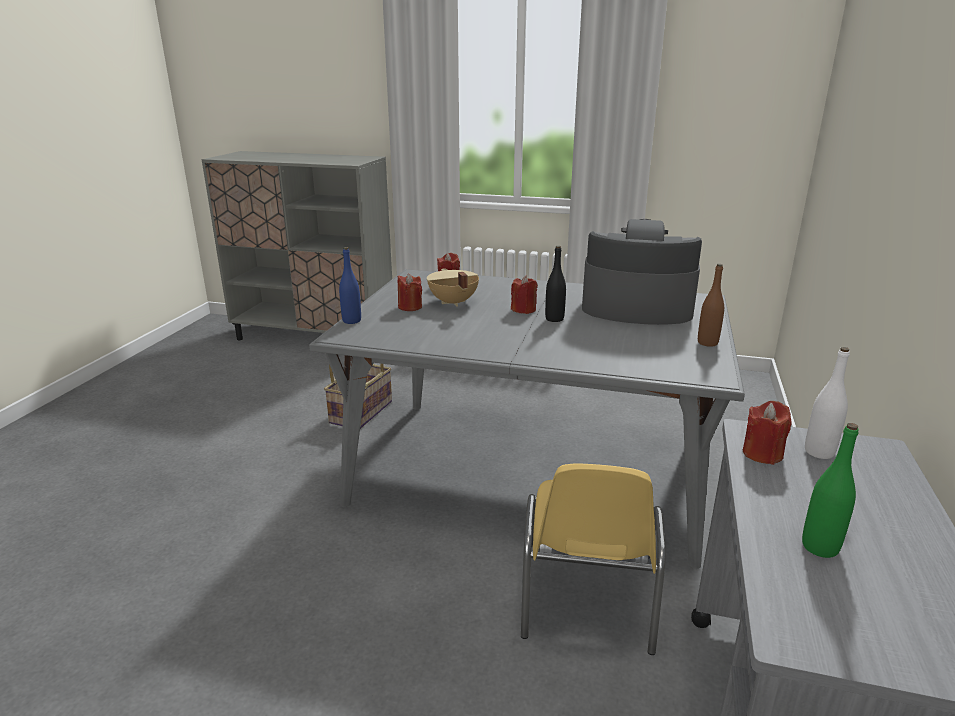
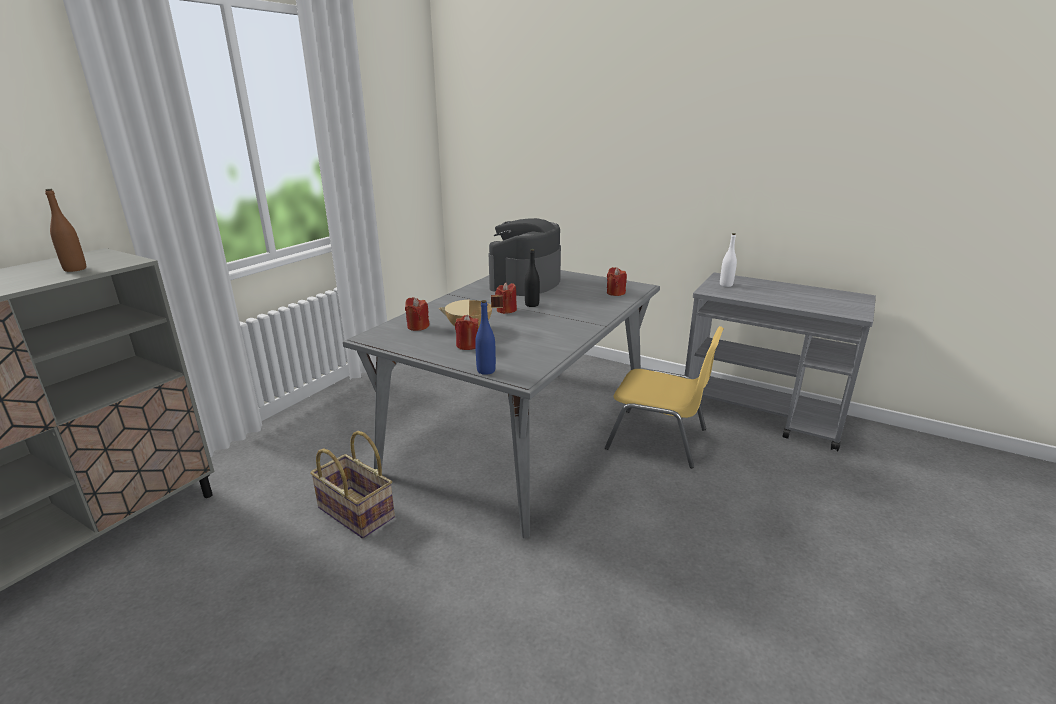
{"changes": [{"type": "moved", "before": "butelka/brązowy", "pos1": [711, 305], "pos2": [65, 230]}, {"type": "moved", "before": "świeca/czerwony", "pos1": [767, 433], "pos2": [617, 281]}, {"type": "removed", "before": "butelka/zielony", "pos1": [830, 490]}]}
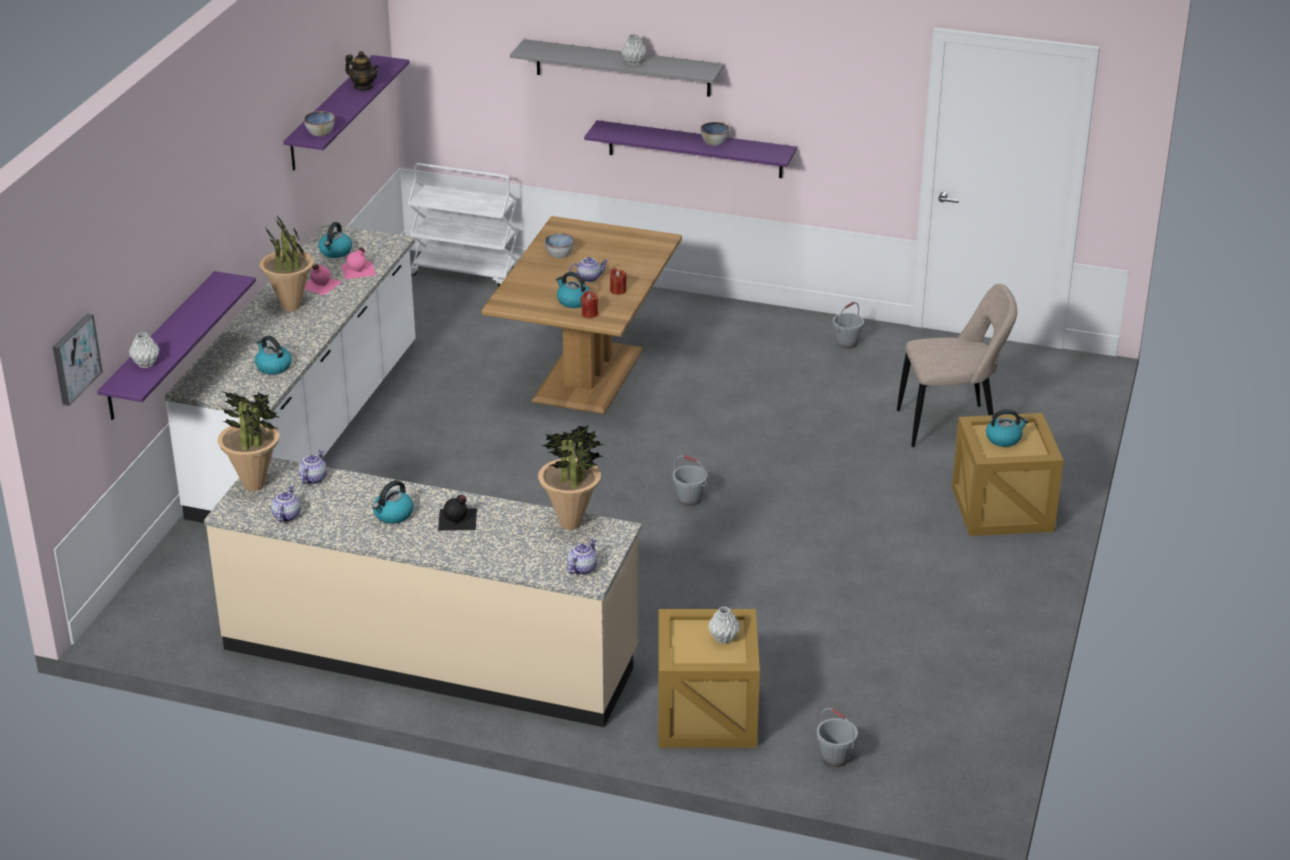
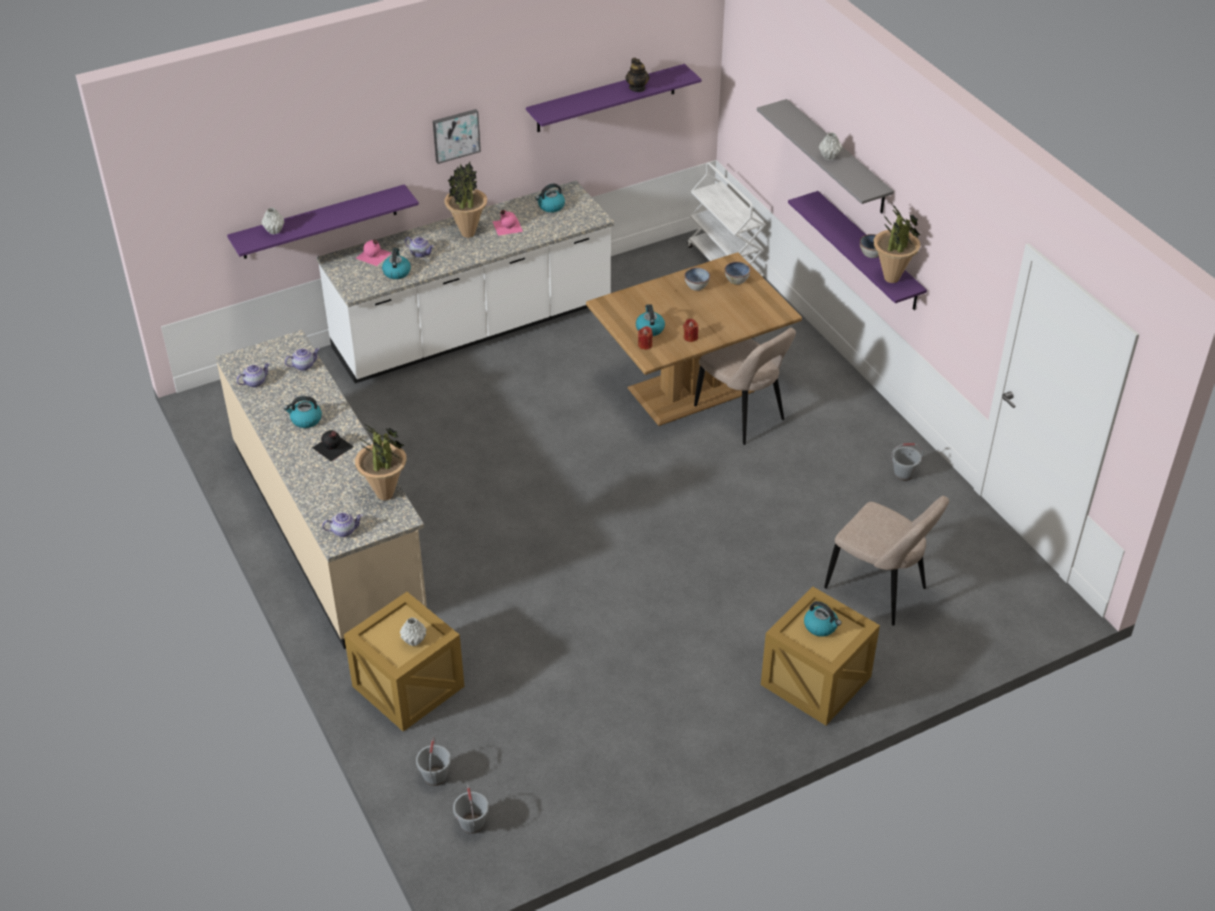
{"changes": [{"type": "moved", "before": "butelka/różowy", "pos1": [358, 263], "pos2": [373, 252]}, {"type": "moved", "before": "imbryk", "pos1": [589, 269], "pos2": [419, 247]}, {"type": "moved", "before": "obraz", "pos1": [78, 359], "pos2": [457, 136]}, {"type": "moved", "before": "wiadro/szary", "pos1": [690, 480], "pos2": [471, 809]}, {"type": "added", "after": "krzesło/beżowy", "pos2": [745, 386]}, {"type": "moved", "before": "miska", "pos1": [319, 123], "pos2": [737, 273]}, {"type": "moved", "before": "roślina doniczkowa", "pos1": [249, 441], "pos2": [897, 244]}]}
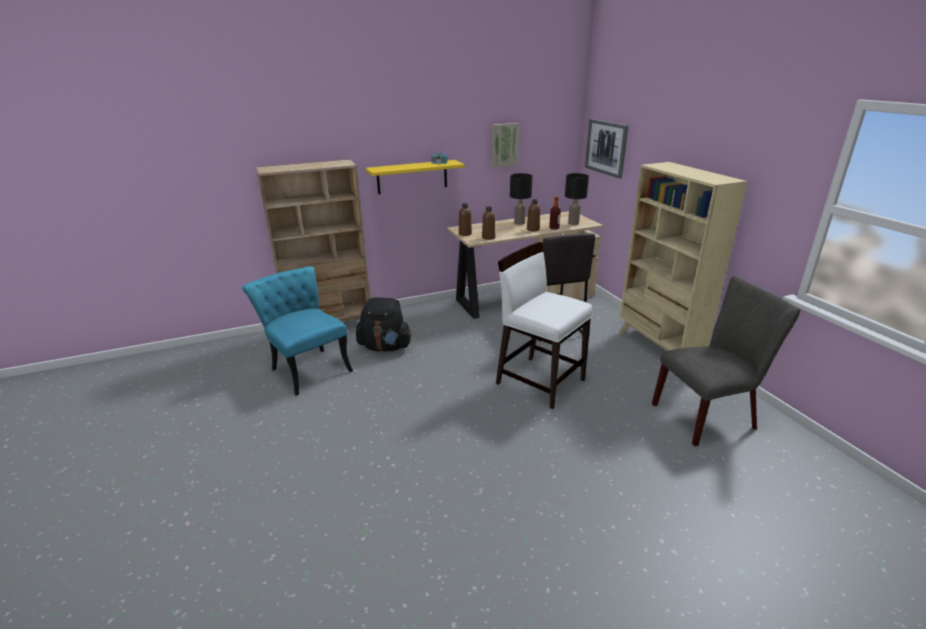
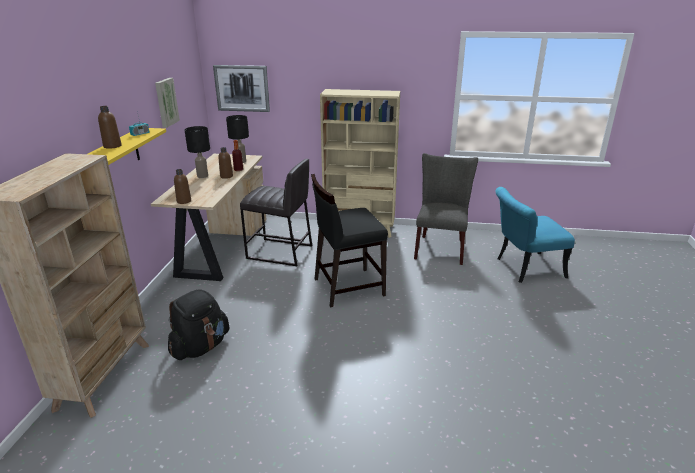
{"changes": [{"type": "moved", "before": "butelka/brązowy", "pos1": [488, 223], "pos2": [110, 127]}, {"type": "recoloured", "before": "krzesło/biały", "after": "krzesło/czarny", "pos1": [544, 325], "pos2": [349, 240]}, {"type": "moved", "before": "krzesło/turkusowy", "pos1": [297, 331], "pos2": [535, 235]}]}
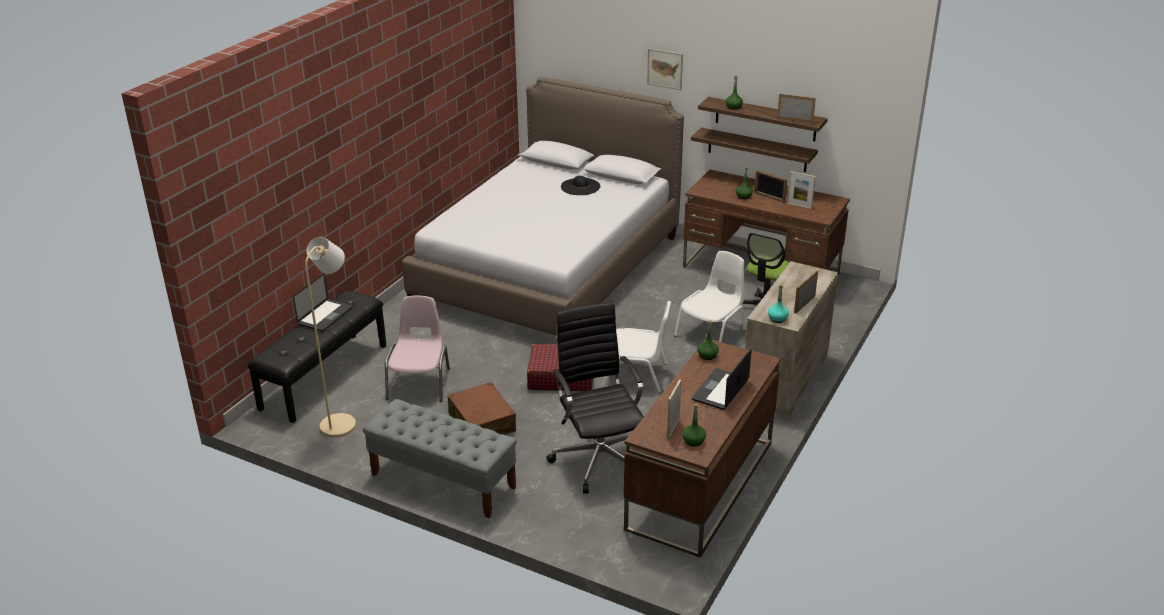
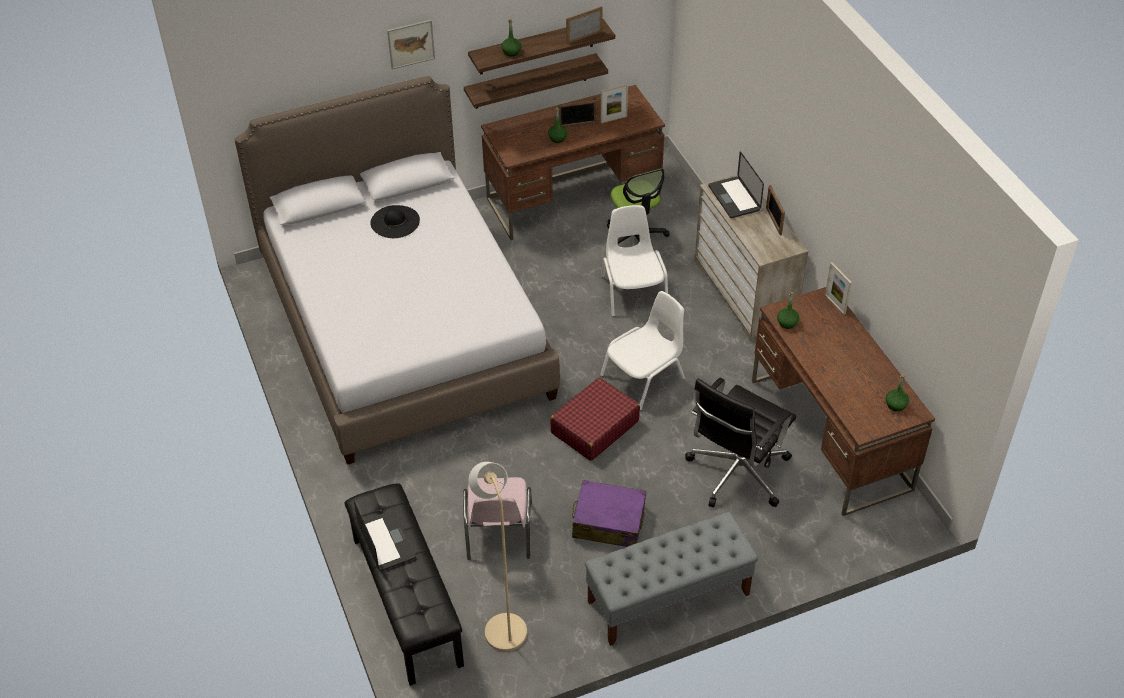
{"changes": [{"type": "turned", "before": "krzesło/różowy", "pos1": [417, 349], "pos2": [497, 518], "turn": -135}, {"type": "recoloured", "before": "walizka/brązowy", "after": "walizka/fioletowy", "pos1": [482, 408], "pos2": [609, 513]}, {"type": "turned", "before": "krzesło biurowe/czarny", "pos1": [595, 398], "pos2": [740, 442], "turn": -75}, {"type": "moved", "before": "laptop", "pos1": [722, 379], "pos2": [736, 184]}, {"type": "moved", "before": "ramka na zdjęcie", "pos1": [674, 409], "pos2": [838, 288]}, {"type": "removed", "before": "butelka/turkusowy", "pos1": [778, 303]}]}
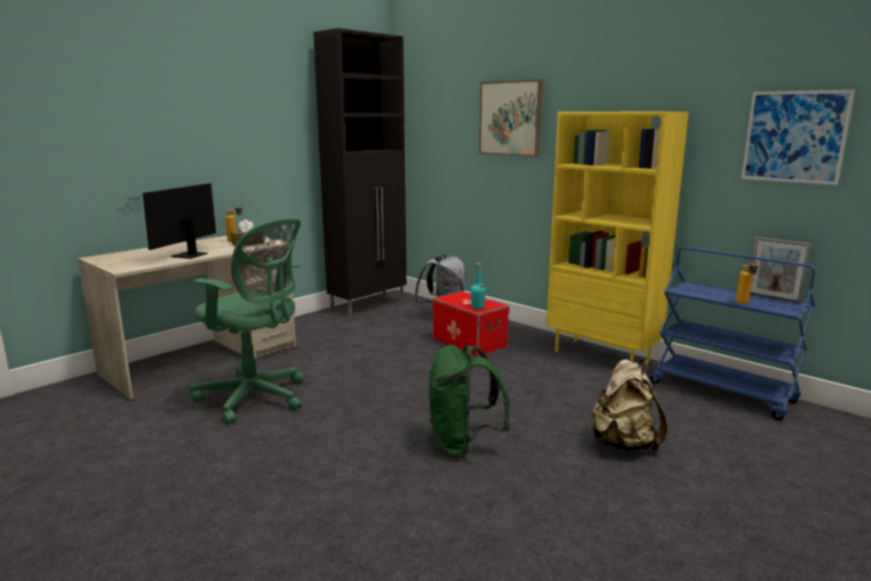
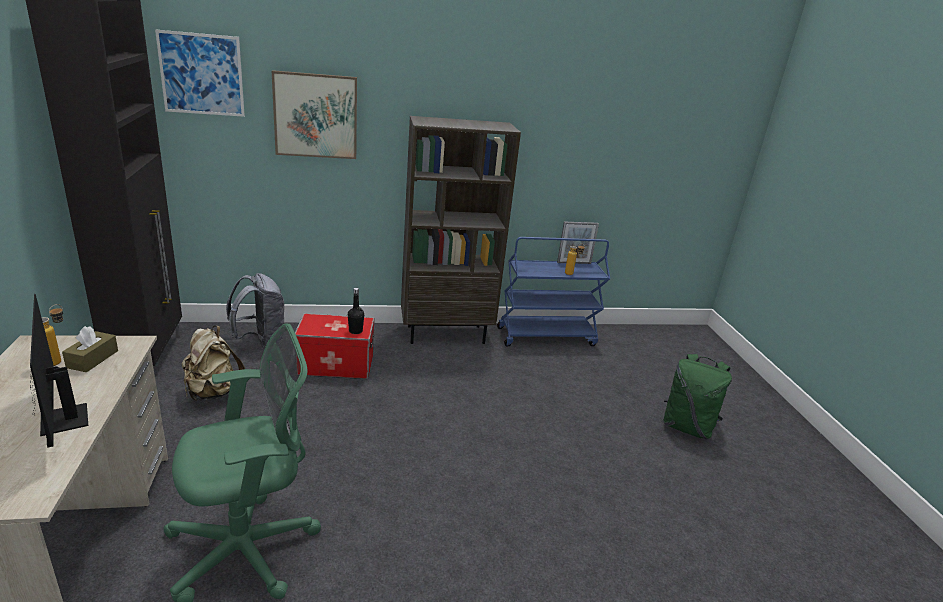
{"changes": [{"type": "moved", "before": "obraz", "pos1": [798, 137], "pos2": [200, 73]}, {"type": "moved", "before": "plecak/beżowy", "pos1": [628, 405], "pos2": [213, 363]}, {"type": "recoloured", "before": "butelka/turkusowy", "after": "butelka/czarny", "pos1": [478, 286], "pos2": [356, 311]}, {"type": "recoloured", "before": "regał/żółty", "after": "regał/brązowy", "pos1": [617, 236], "pos2": [461, 230]}, {"type": "moved", "before": "plecak/zielony", "pos1": [470, 401], "pos2": [697, 396]}]}
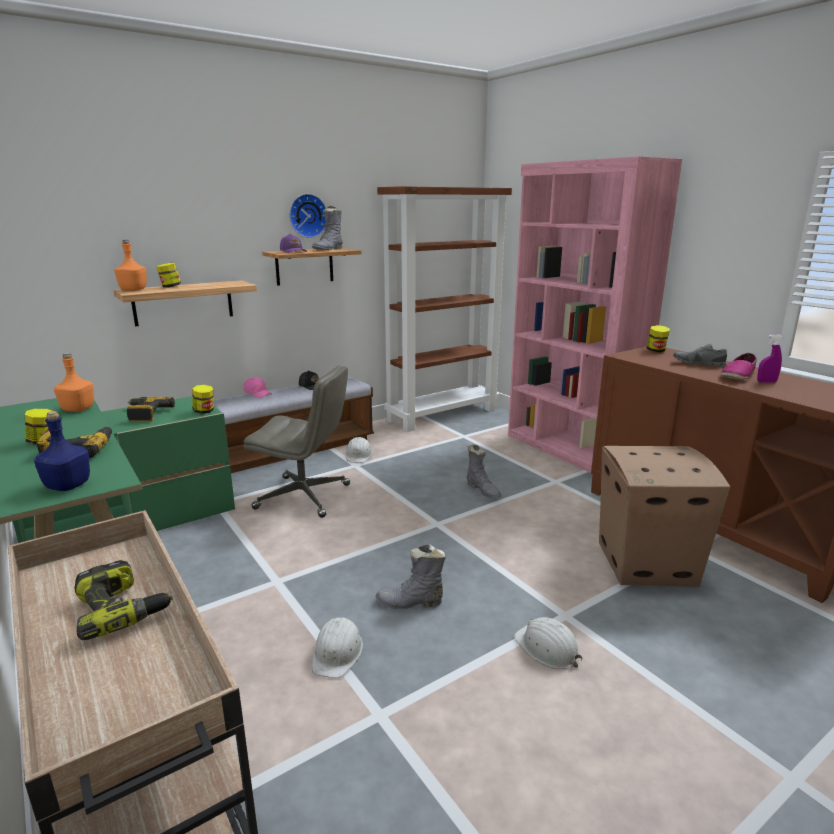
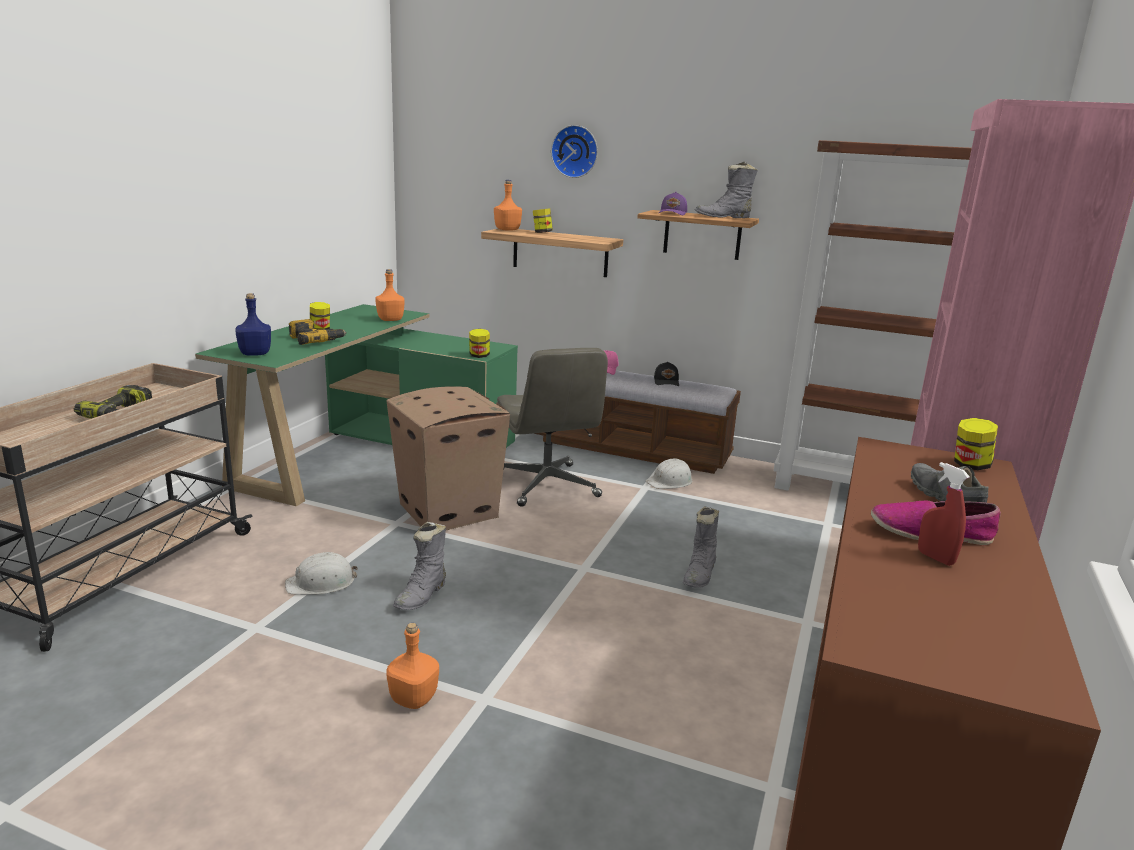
{"changes": [{"type": "moved", "before": "karton", "pos1": [664, 516], "pos2": [448, 458]}, {"type": "replaced", "before": "kask/biały", "after": "butelka/pomarańczowy", "pos1": [548, 643], "pos2": [412, 666]}, {"type": "turned", "before": "but z cholewką/szary", "pos1": [410, 576], "pos2": [419, 566], "turn": -120}, {"type": "moved", "before": "zegar ścienny", "pos1": [307, 216], "pos2": [574, 151]}, {"type": "recoloured", "before": "spryskiwacz/fioletowy", "after": "spryskiwacz/czerwony", "pos1": [770, 359], "pos2": [944, 514]}, {"type": "removed", "before": "wiertarka", "pos1": [151, 409]}]}
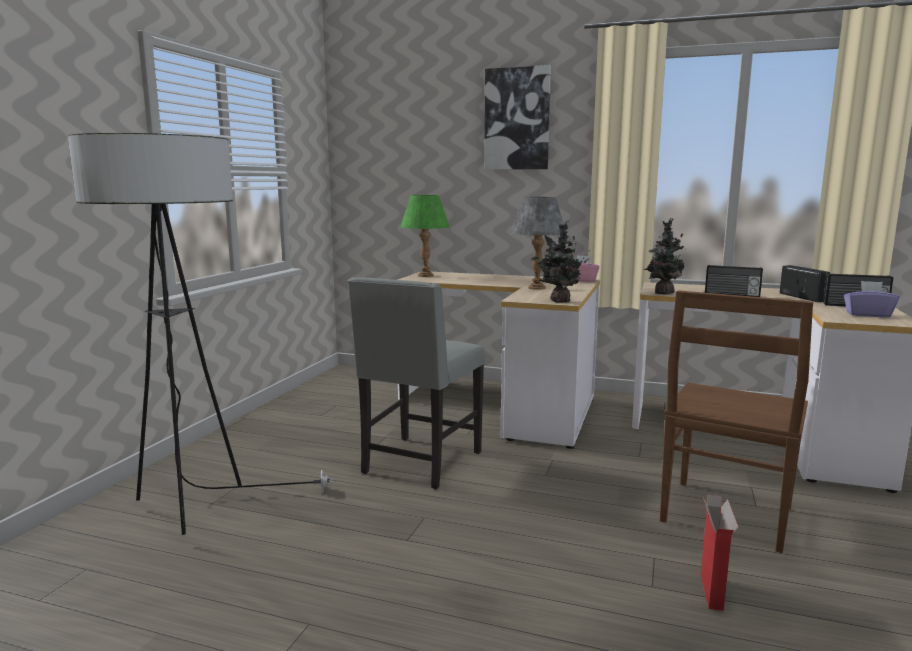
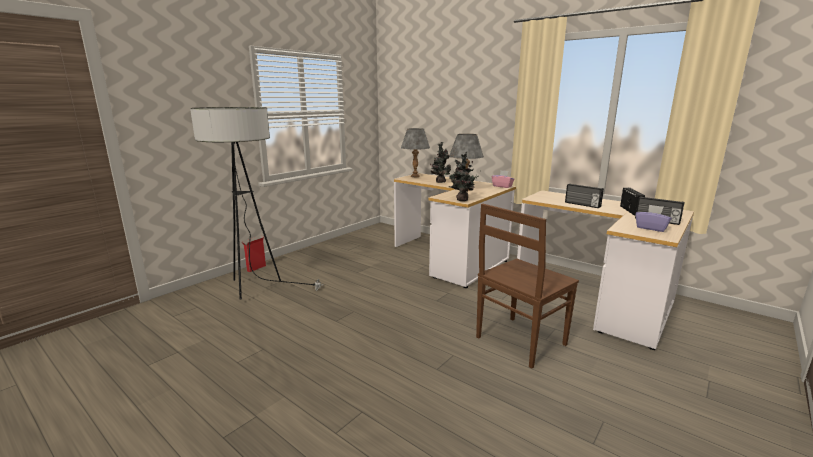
{"changes": [{"type": "moved", "before": "karton", "pos1": [719, 553], "pos2": [253, 254]}, {"type": "recoloured", "before": "lampa stołowa/zielony", "after": "lampa stołowa/szary", "pos1": [425, 236], "pos2": [415, 152]}, {"type": "moved", "before": "roślina doniczkowa", "pos1": [664, 256], "pos2": [440, 162]}, {"type": "removed", "before": "krzesło/szary", "pos1": [416, 383]}, {"type": "removed", "before": "obraz", "pos1": [517, 117]}]}
